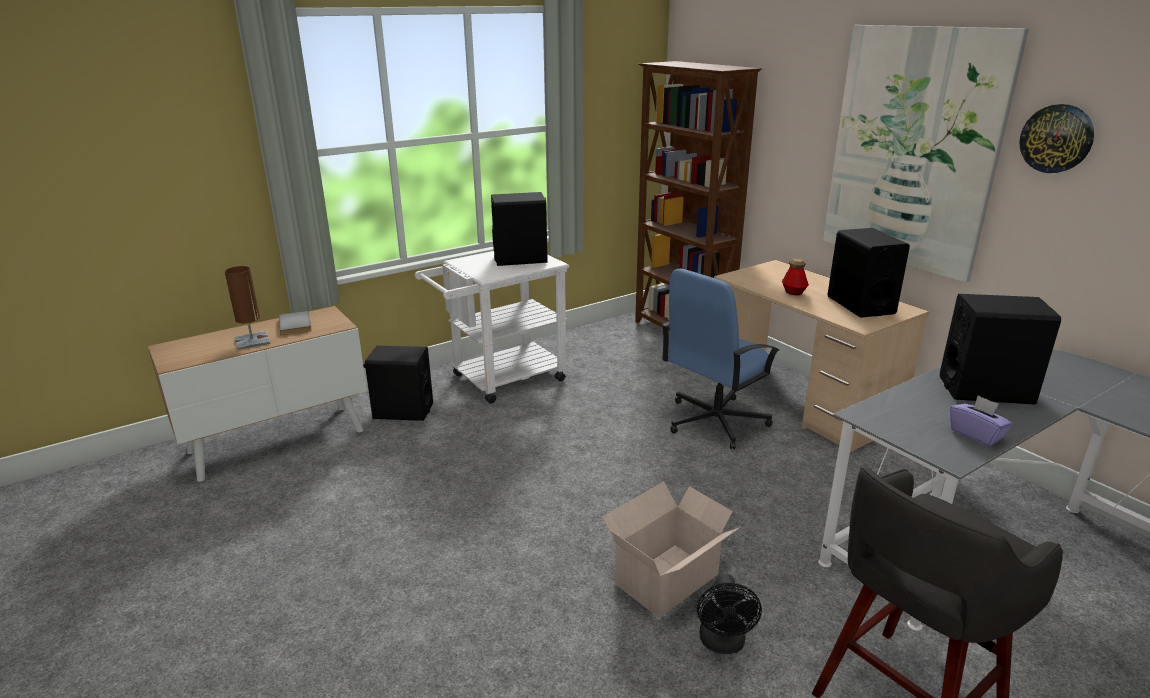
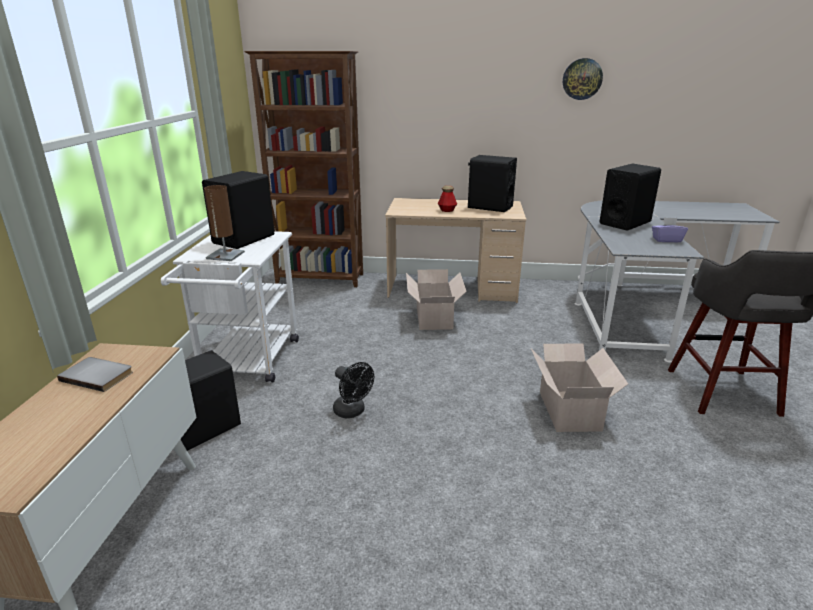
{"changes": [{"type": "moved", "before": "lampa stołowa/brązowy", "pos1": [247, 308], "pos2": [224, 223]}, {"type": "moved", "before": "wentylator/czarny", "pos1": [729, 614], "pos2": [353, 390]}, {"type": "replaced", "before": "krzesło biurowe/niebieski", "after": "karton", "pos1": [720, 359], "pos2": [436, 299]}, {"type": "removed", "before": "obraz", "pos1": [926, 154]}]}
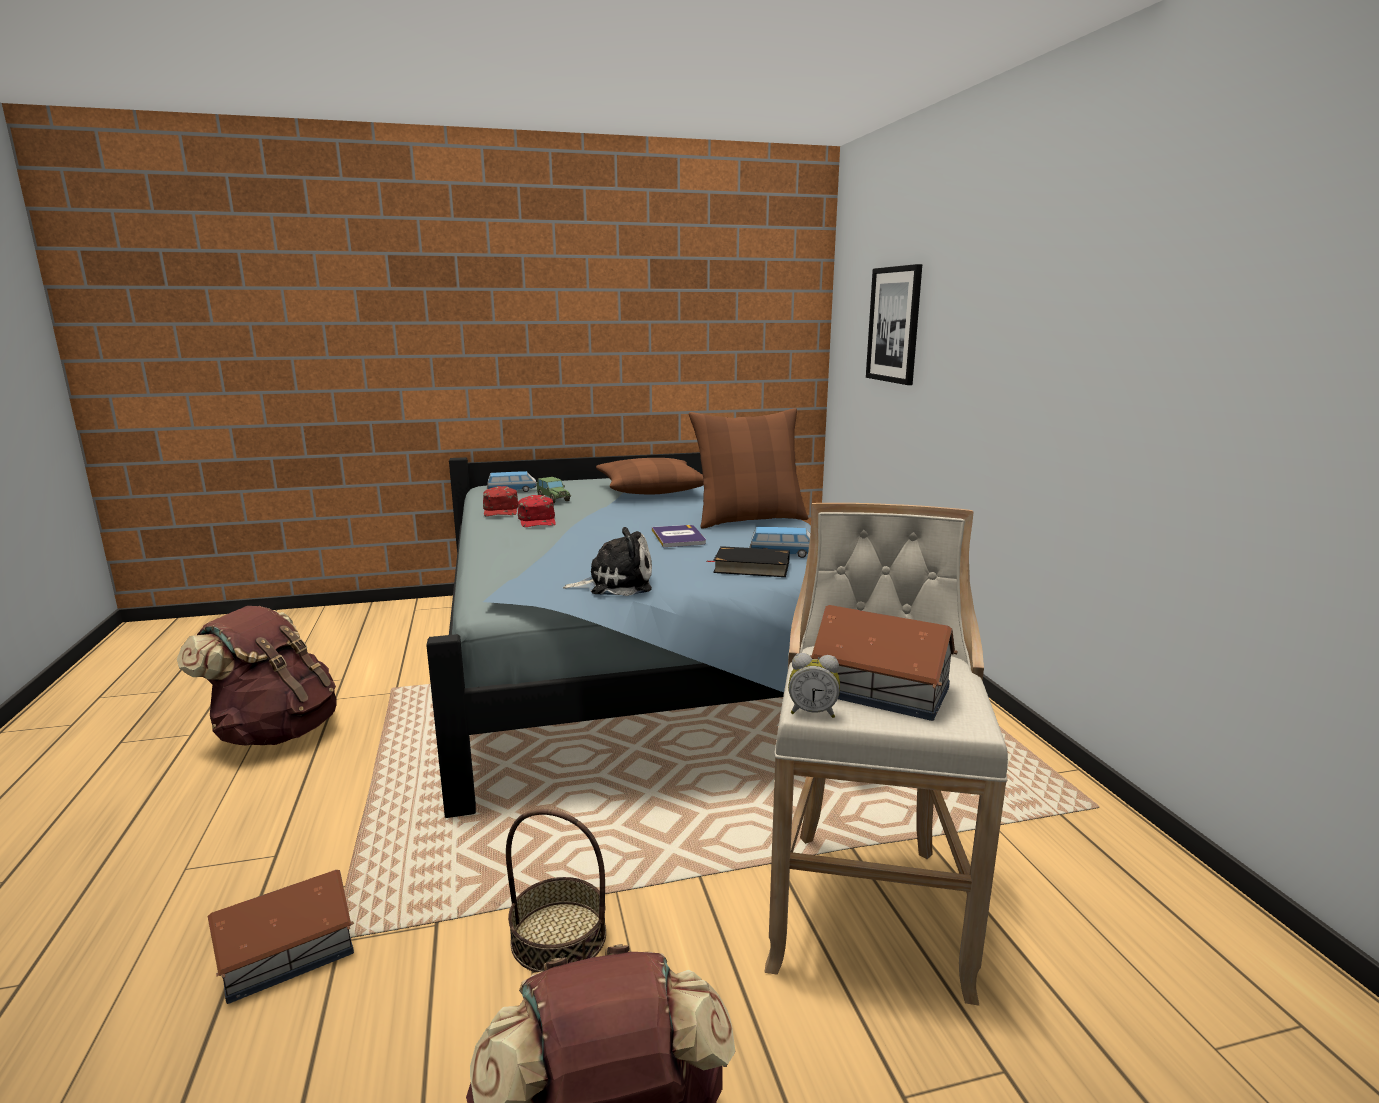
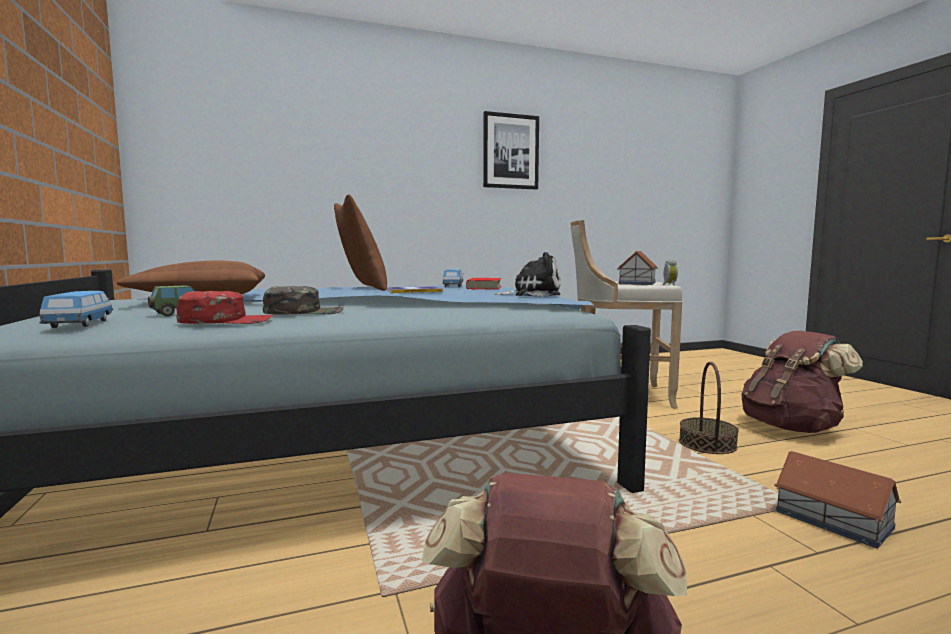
{"changes": [{"type": "recoloured", "before": "czapka z daszkiem/czerwony", "after": "czapka z daszkiem/zielony", "pos1": [537, 511], "pos2": [303, 300]}, {"type": "recoloured", "before": "książka/czarny", "after": "książka/czerwony", "pos1": [748, 561], "pos2": [484, 284]}, {"type": "moved", "before": "obraz", "pos1": [894, 324], "pos2": [511, 150]}, {"type": "turned", "before": "pluszak", "pos1": [607, 561], "pos2": [527, 274], "turn": 105}]}
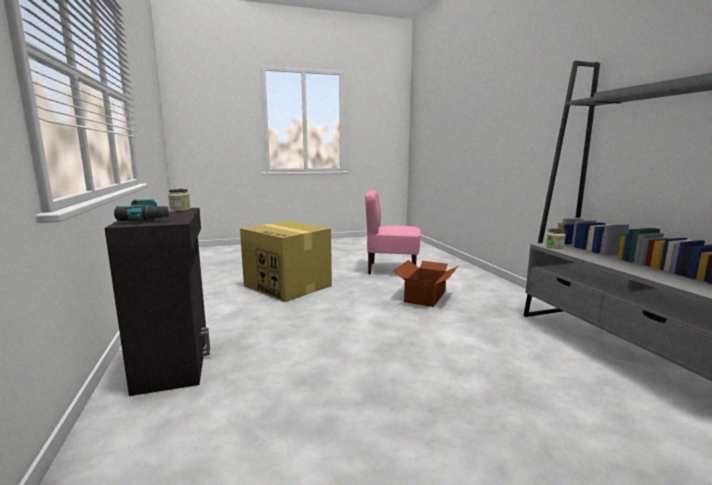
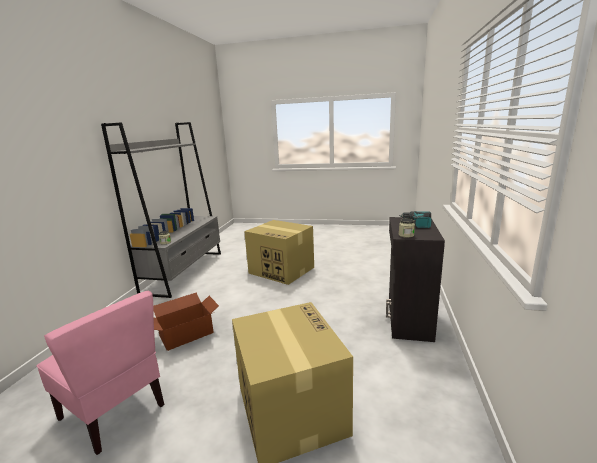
{"changes": [{"type": "added", "after": "karton", "pos2": [279, 252]}]}
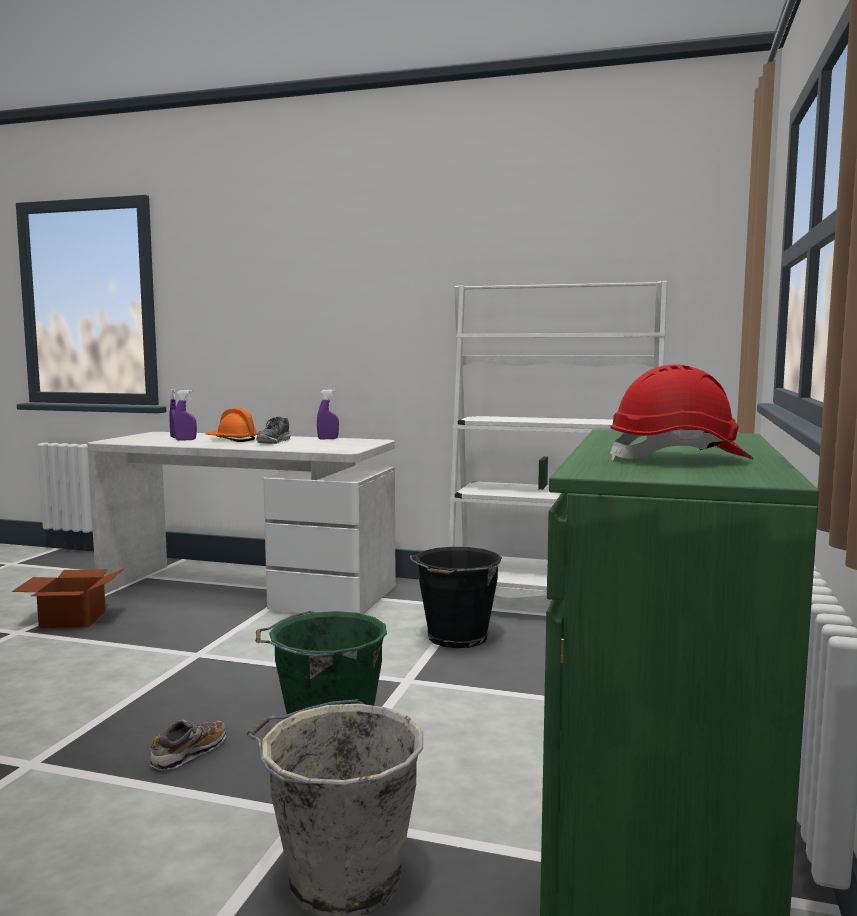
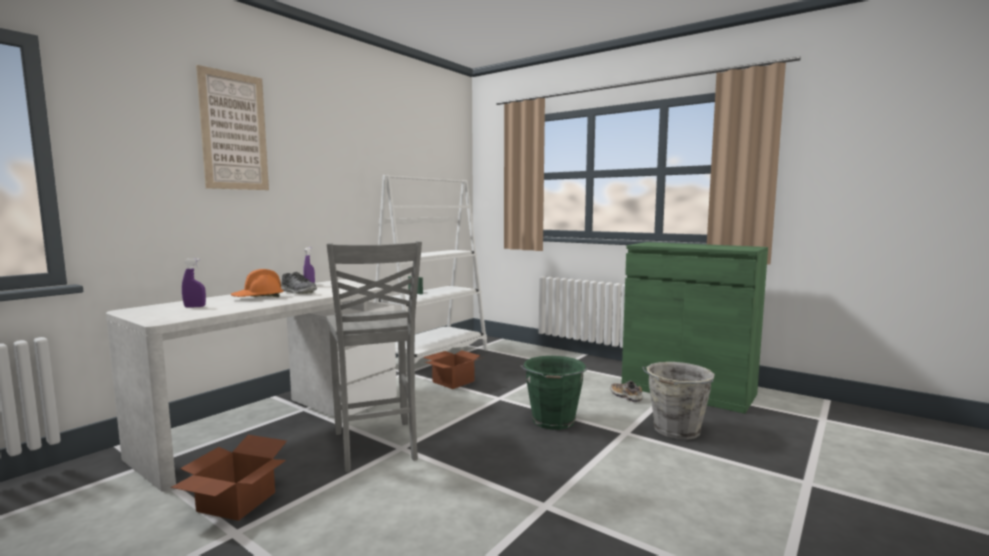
{"changes": [{"type": "added", "after": "obraz", "pos2": [232, 127]}, {"type": "added", "after": "krzesło/szary", "pos2": [374, 356]}, {"type": "replaced", "before": "wiadro/czarny", "after": "karton", "pos1": [456, 597], "pos2": [453, 369]}, {"type": "moved", "before": "but", "pos1": [188, 745], "pos2": [626, 391]}, {"type": "removed", "before": "spryskiwacz/fioletowy", "pos1": [185, 415]}, {"type": "removed", "before": "kask/czerwony", "pos1": [681, 412]}]}
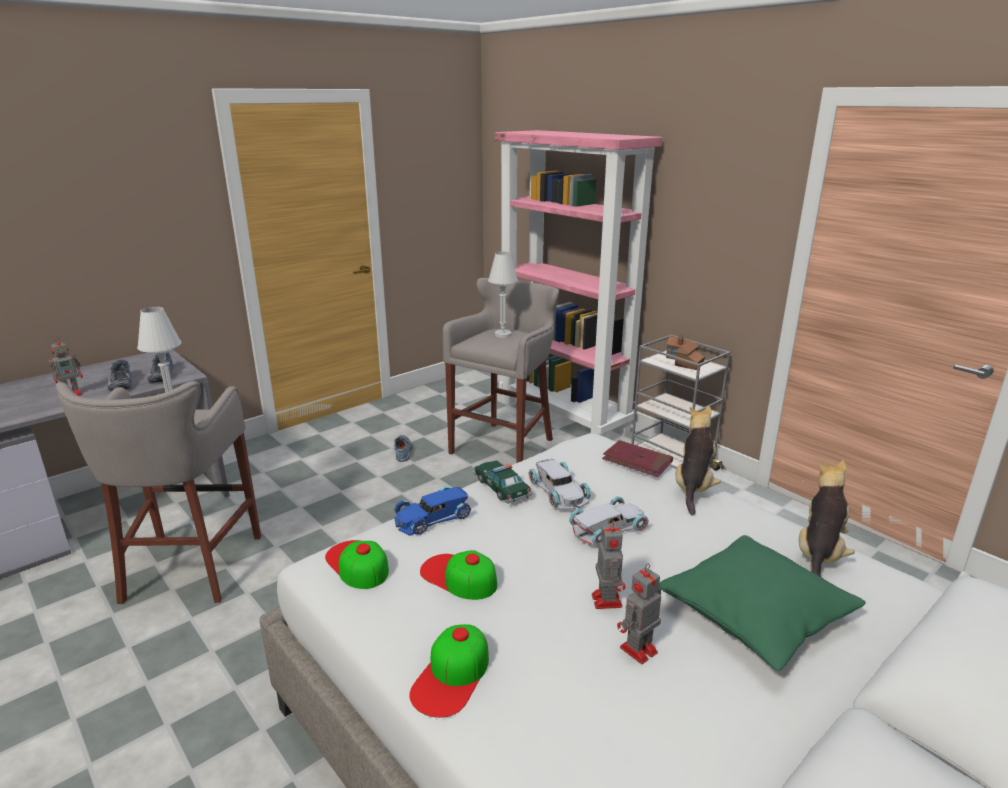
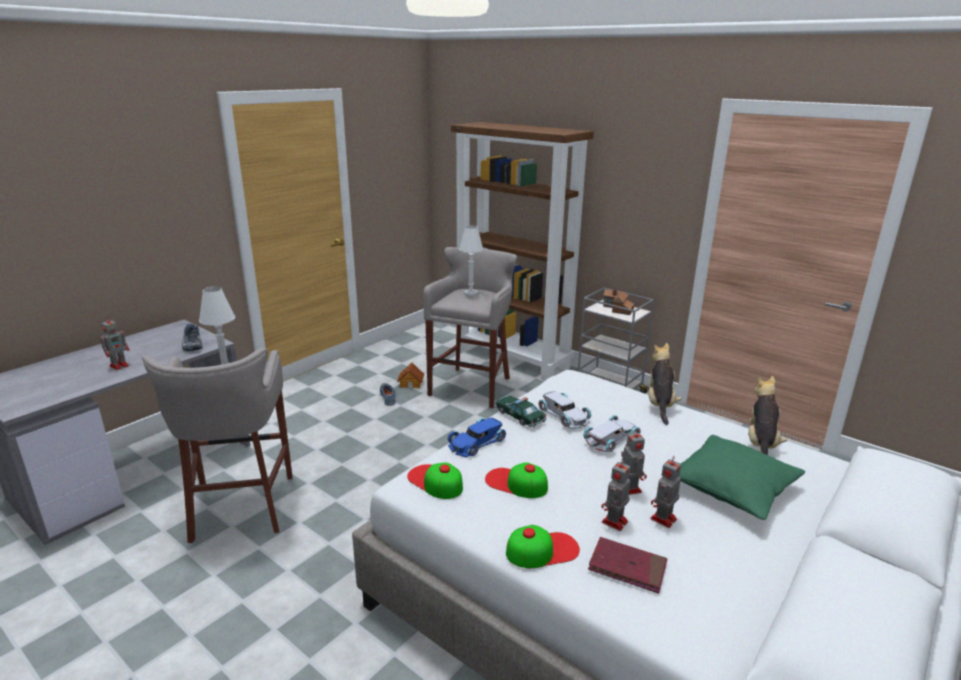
{"changes": [{"type": "added", "after": "domek", "pos2": [410, 375]}, {"type": "recoloured", "before": "regał/różowy", "after": "regał/brązowy", "pos1": [579, 283], "pos2": [522, 251]}, {"type": "turned", "before": "czapka z daszkiem", "pos1": [449, 671], "pos2": [543, 546], "turn": -120}, {"type": "moved", "before": "książka/czerwony", "pos1": [637, 458], "pos2": [628, 565]}, {"type": "added", "after": "robot zabawkowy", "pos2": [616, 494]}, {"type": "removed", "before": "but", "pos1": [119, 375]}]}
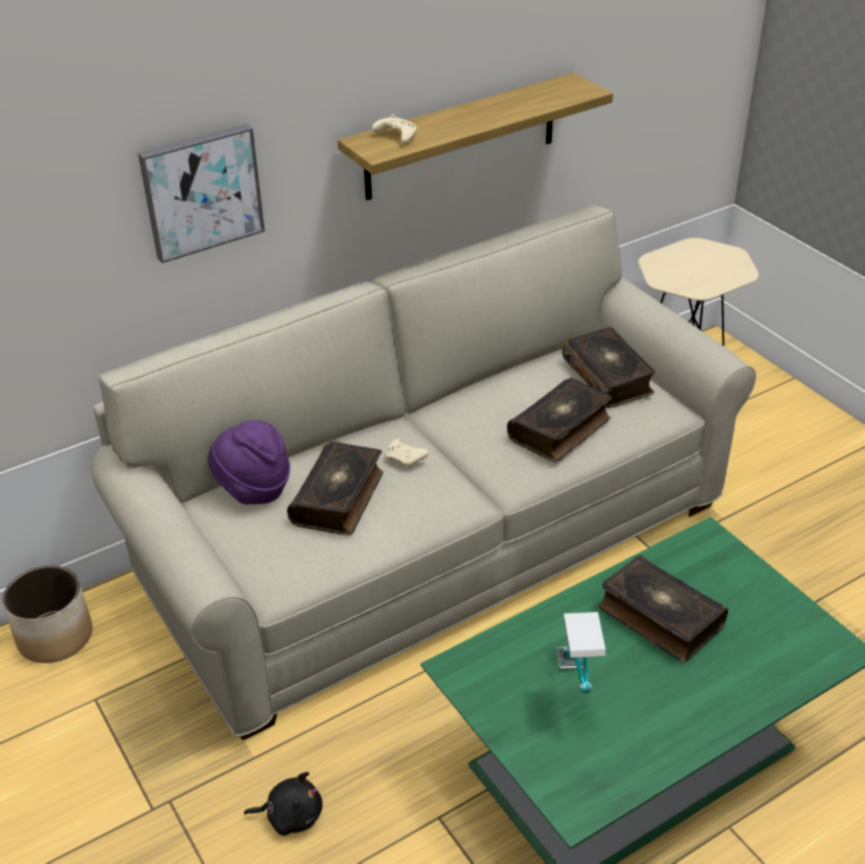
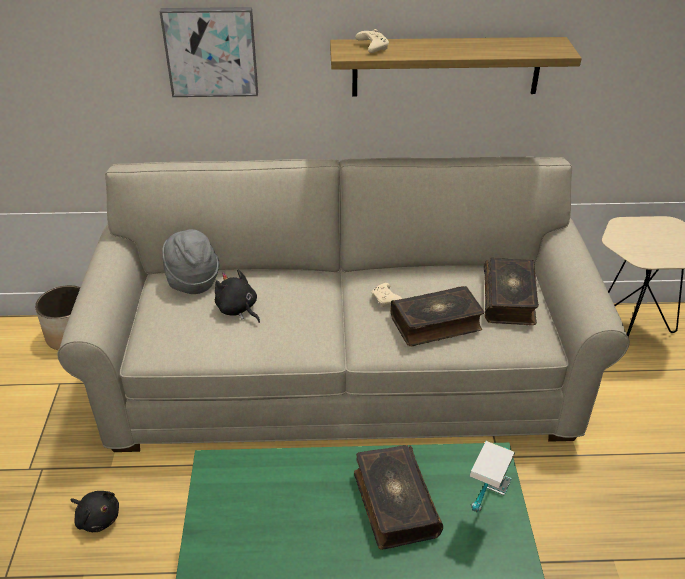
{"changes": [{"type": "recoloured", "before": "kapelusz/fioletowy", "after": "kapelusz/szary", "pos1": [249, 462], "pos2": [190, 261]}, {"type": "replaced", "before": "książka", "after": "pluszak/czarny", "pos1": [335, 488], "pos2": [237, 296]}, {"type": "moved", "before": "pad do gier/beżowy", "pos1": [407, 454], "pos2": [386, 295]}, {"type": "moved", "before": "lampa stołowa", "pos1": [581, 652], "pos2": [492, 477]}]}
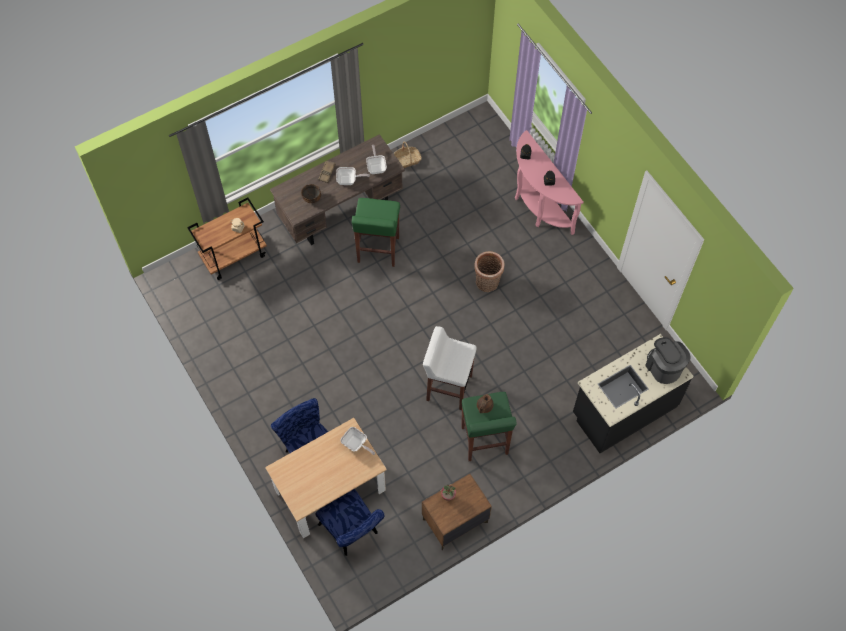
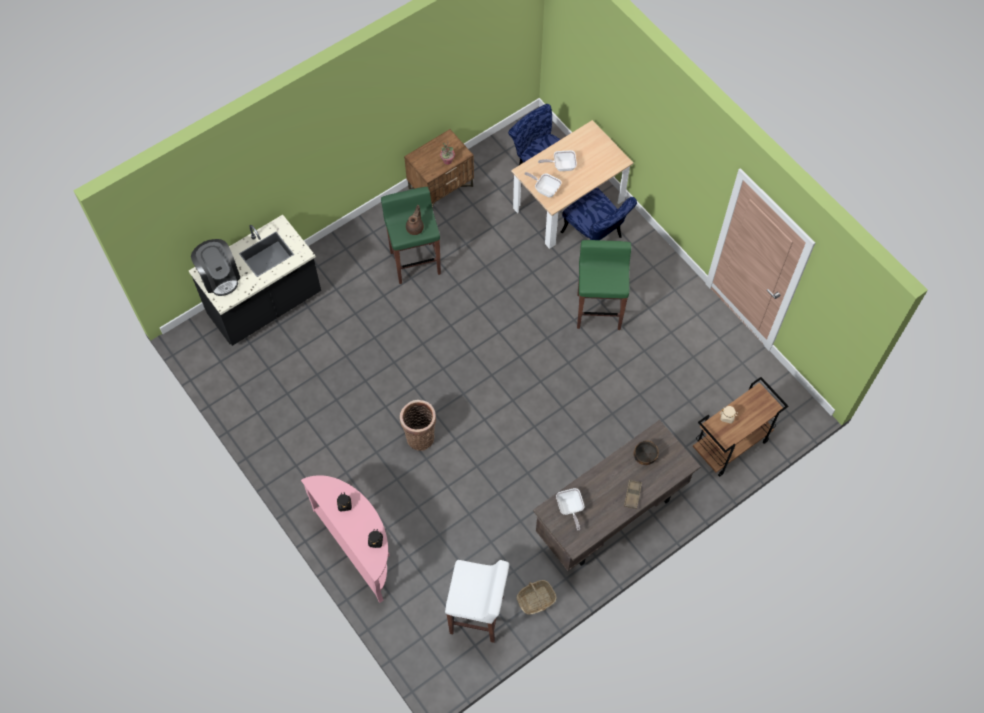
{"changes": [{"type": "moved", "before": "stołek/biały", "pos1": [450, 368], "pos2": [477, 601]}, {"type": "moved", "before": "patelnia", "pos1": [353, 176], "pos2": [557, 160]}, {"type": "moved", "before": "stołek/zielony", "pos1": [376, 232], "pos2": [604, 285]}]}
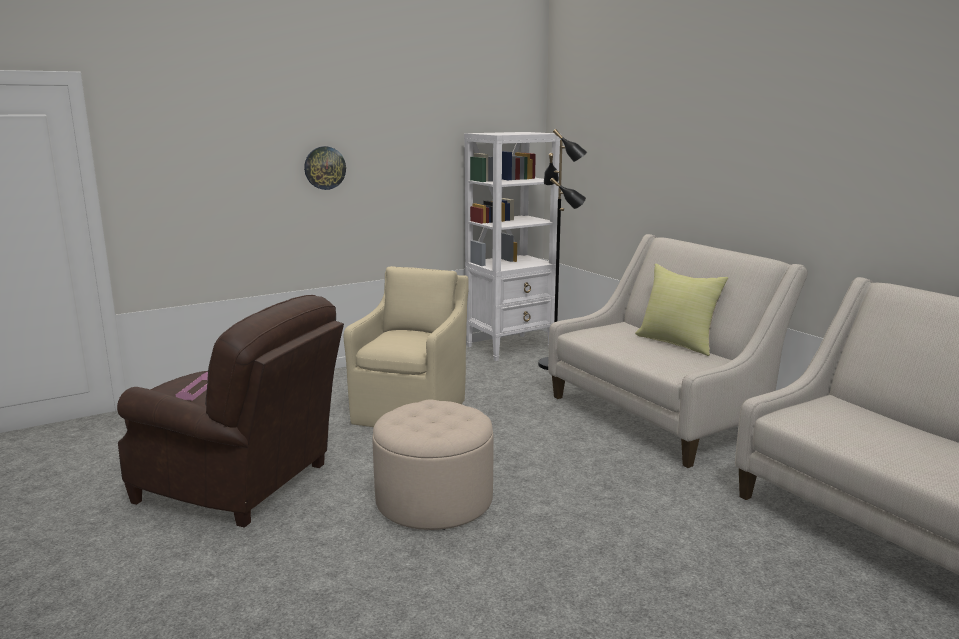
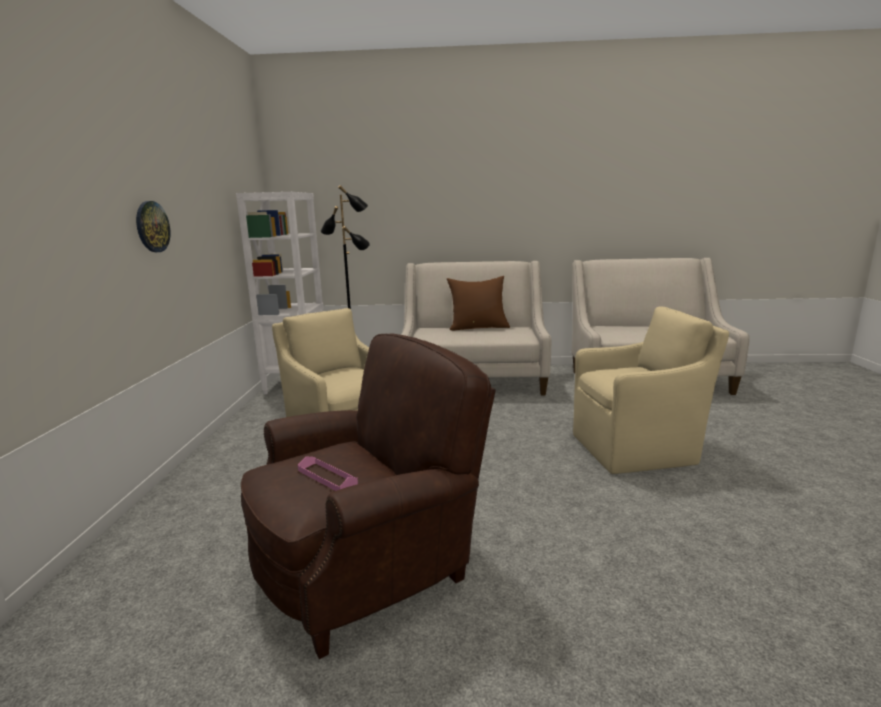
{"changes": [{"type": "recoloured", "before": "poduszka/żółty", "after": "poduszka/brązowy", "pos1": [681, 310], "pos2": [478, 303]}, {"type": "added", "after": "fotel/beżowy", "pos2": [651, 390]}, {"type": "removed", "before": "pufa/beżowy", "pos1": [432, 465]}]}
